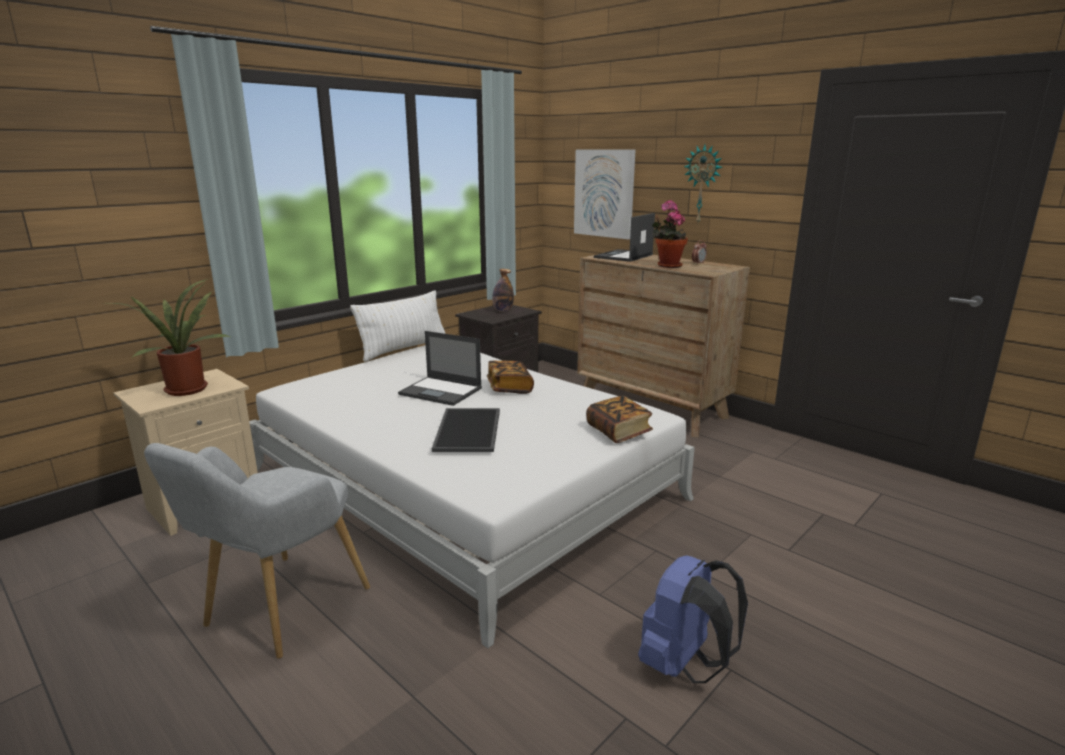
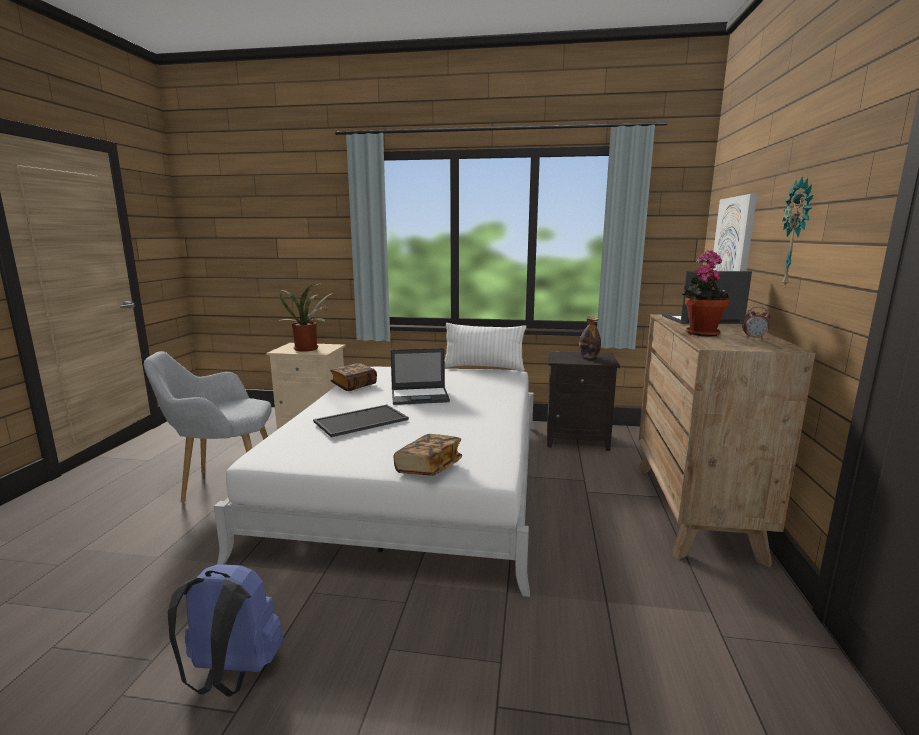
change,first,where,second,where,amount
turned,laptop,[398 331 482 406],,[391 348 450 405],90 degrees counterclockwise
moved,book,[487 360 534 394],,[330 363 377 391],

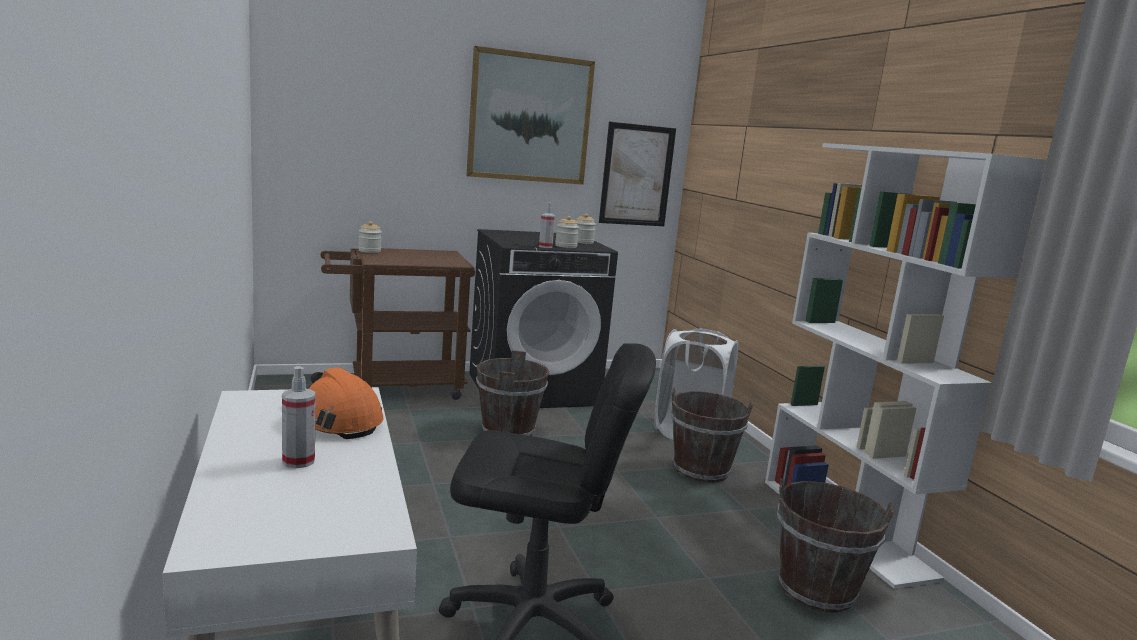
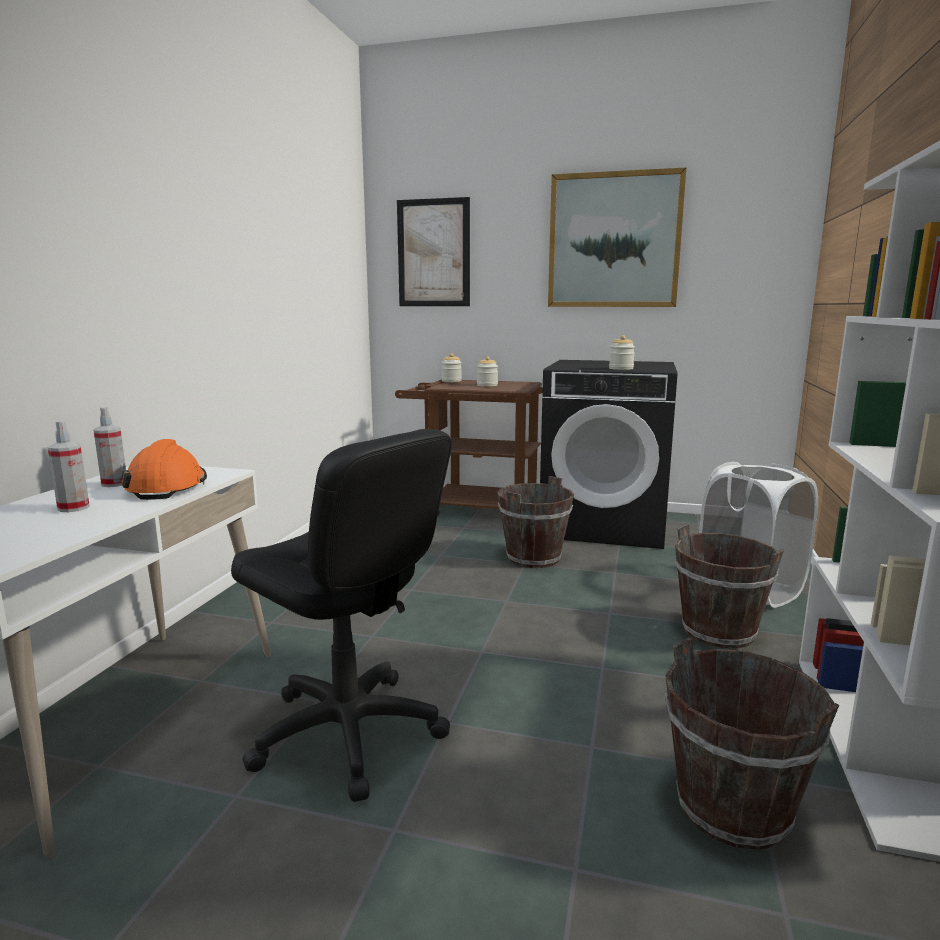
change,first,where,second,where,amount
moved,picture,[599 122 676 226],,[397 197 470 306],
moved,spray bottle,[539 202 555 248],,[93 407 126 487],
moved,jar,[576 213 596 244],,[477 356 498 387],

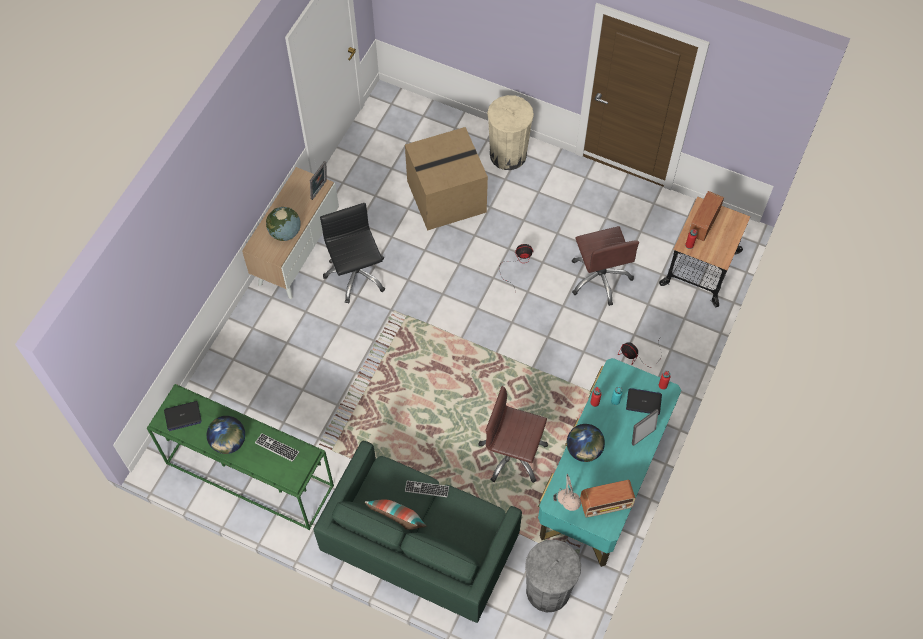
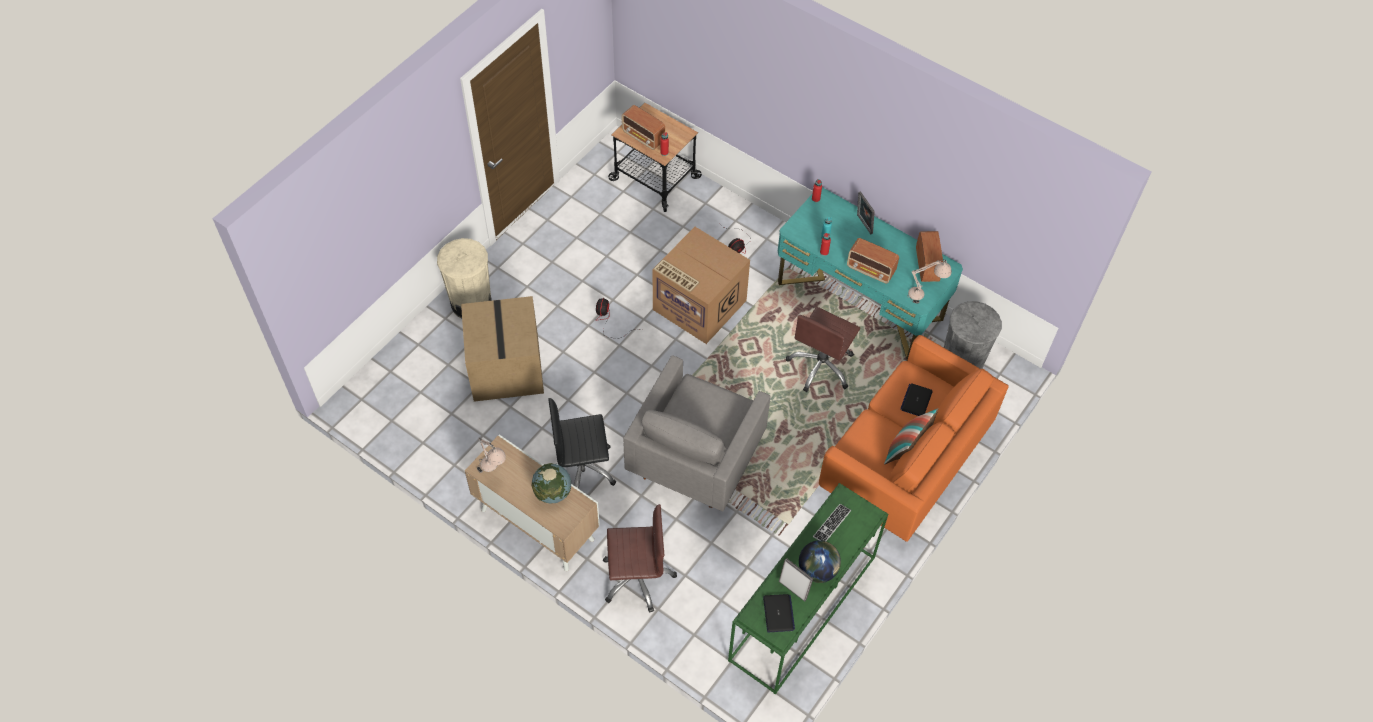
change,first,where,second,where,amount
moved,picture frame,[310 161 327 200],,[779 558 813 602],
moved,brown office chair,[572 226 639 306],,[603 504 677 613],
moved,laptop,[626 388 662 415],,[900 383 933 416],
replaced,globe,[567 424 605 462],radio,[847 238 899 283],
recoloured,green sofa,[313 440 522 623],orange sofa,[819 335 1009 542],
removed,keyboard,[405 481 449 497],,,
added,,,cardboard box,[652 227 750 344],
added,,,grey armchair,[623 355 771 511],
added,,,beige table lamp,[477 437 506 473],

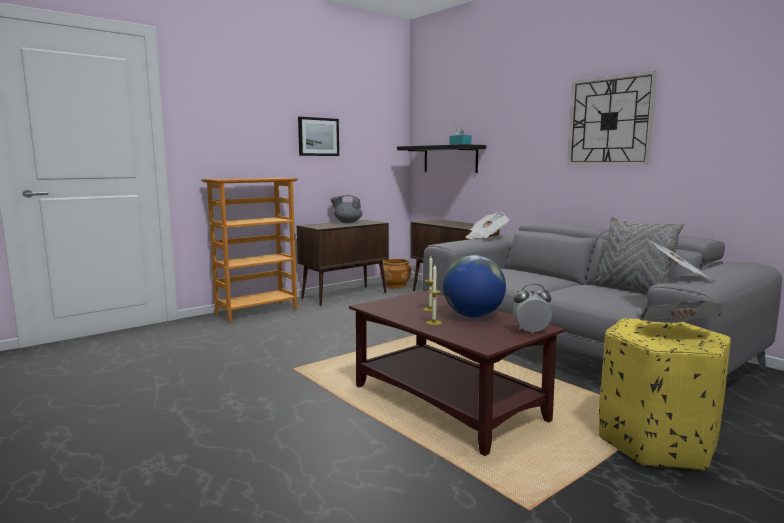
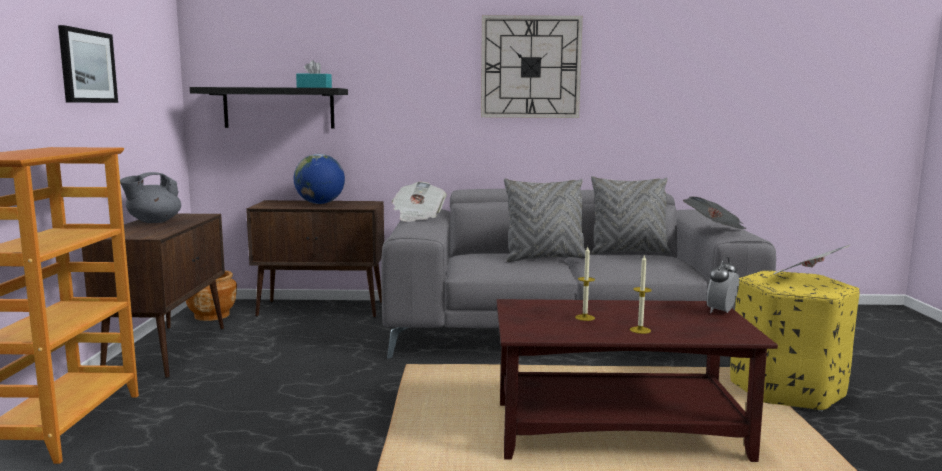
change,first,where,second,where,amount
moved,globe,[443 255 506 317],,[294 154 345 204],
added,,,grey pillow,[504 178 585 262],

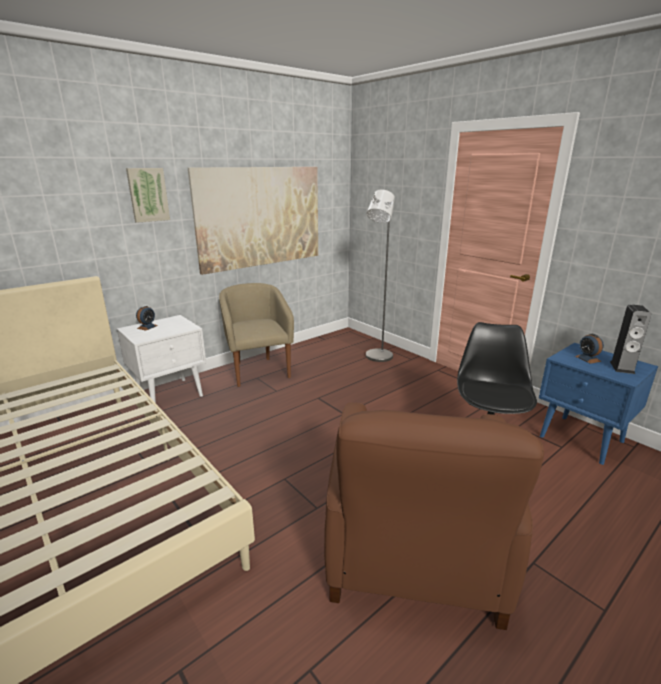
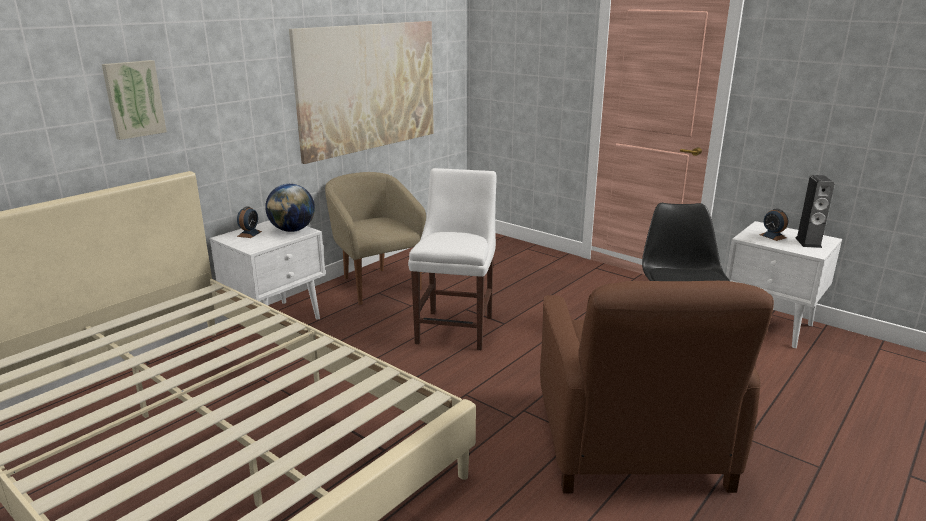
change,first,where,second,where,amount
moved,picture,[126 168 170 223],,[102 60 167 140],
removed,grey floor lamp,[366 189 395 362],,,
recoloured,blue nightstand,[539 343 658 465],white nightstand,[726 221 842 348],
added,,,white chair,[408 168 497 350],
added,,,globe,[265 184 315 232],

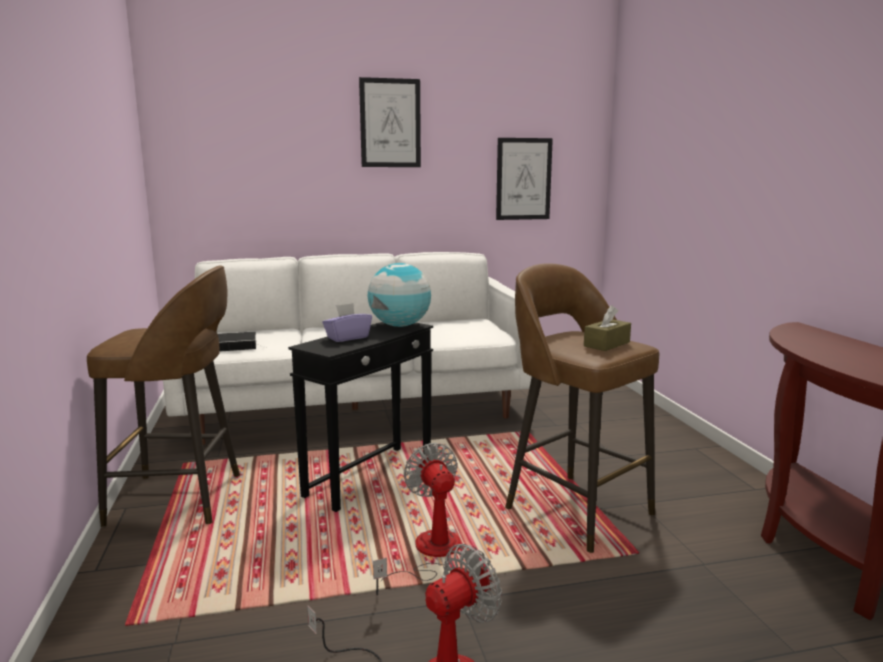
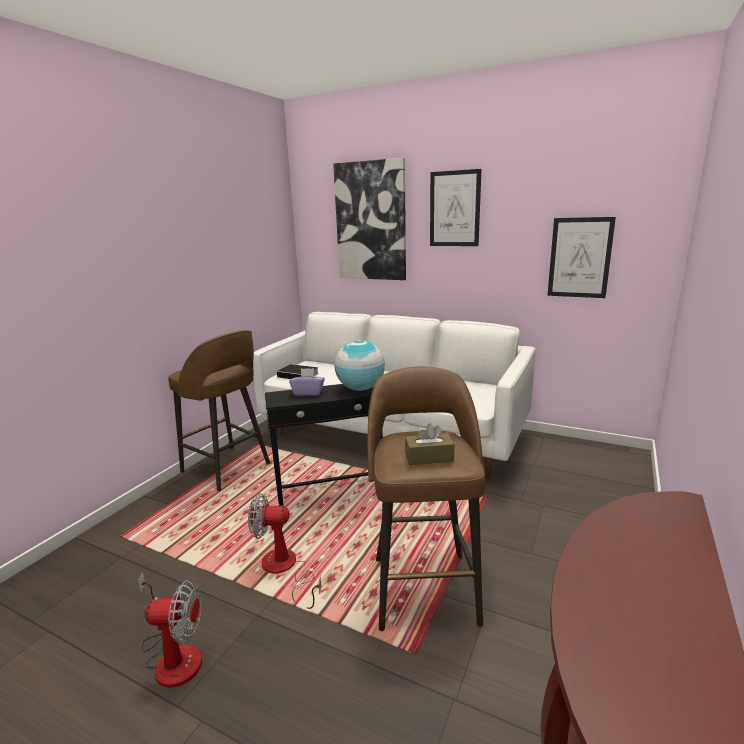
change,first,where,second,where,amount
turned,fan,[373 443 461 595],,[248 493 321 609],105 degrees counterclockwise
added,,,picture,[333 158 406 280],

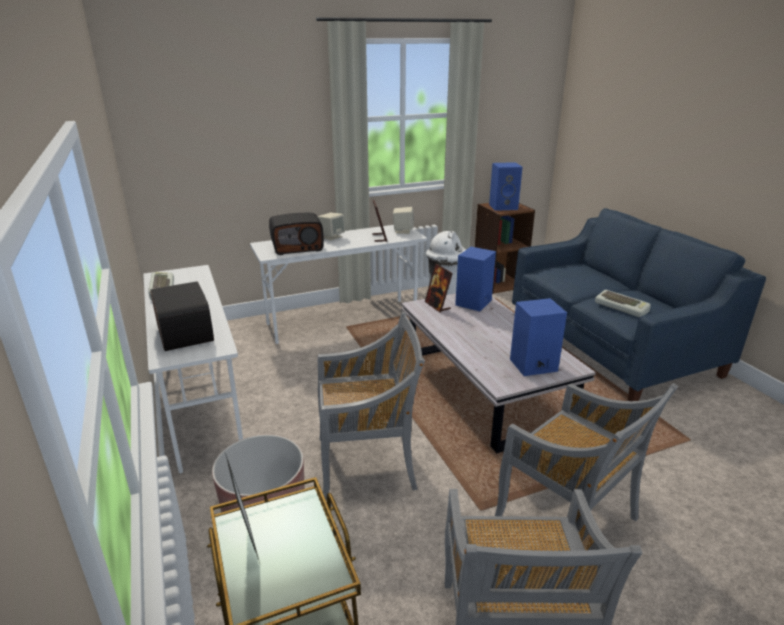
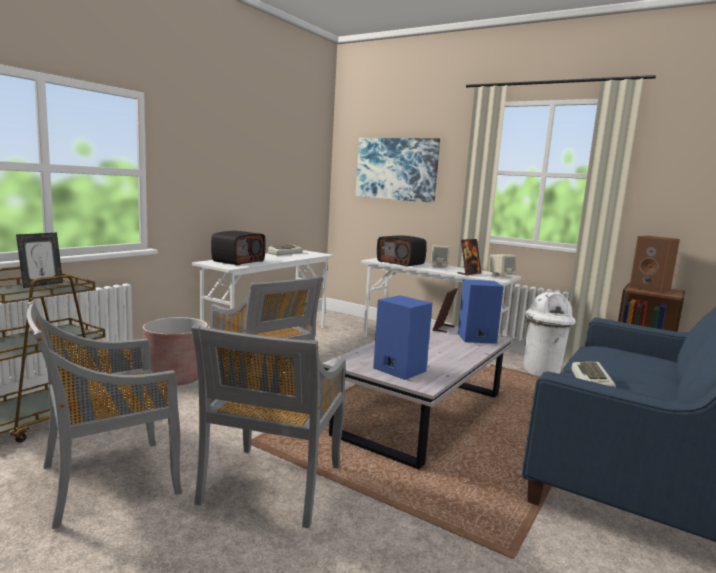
change,first,where,second,where,amount
recoloured,blue speaker,[489 162 523 211],brown speaker,[629 236 680 293],
added,,,picture,[356 138 440 203],

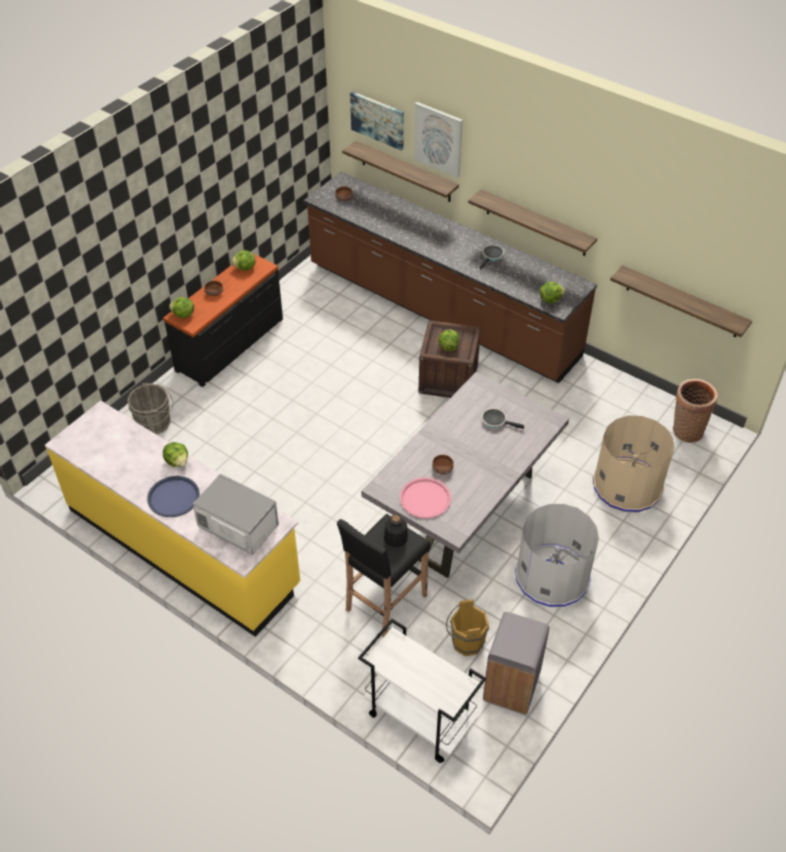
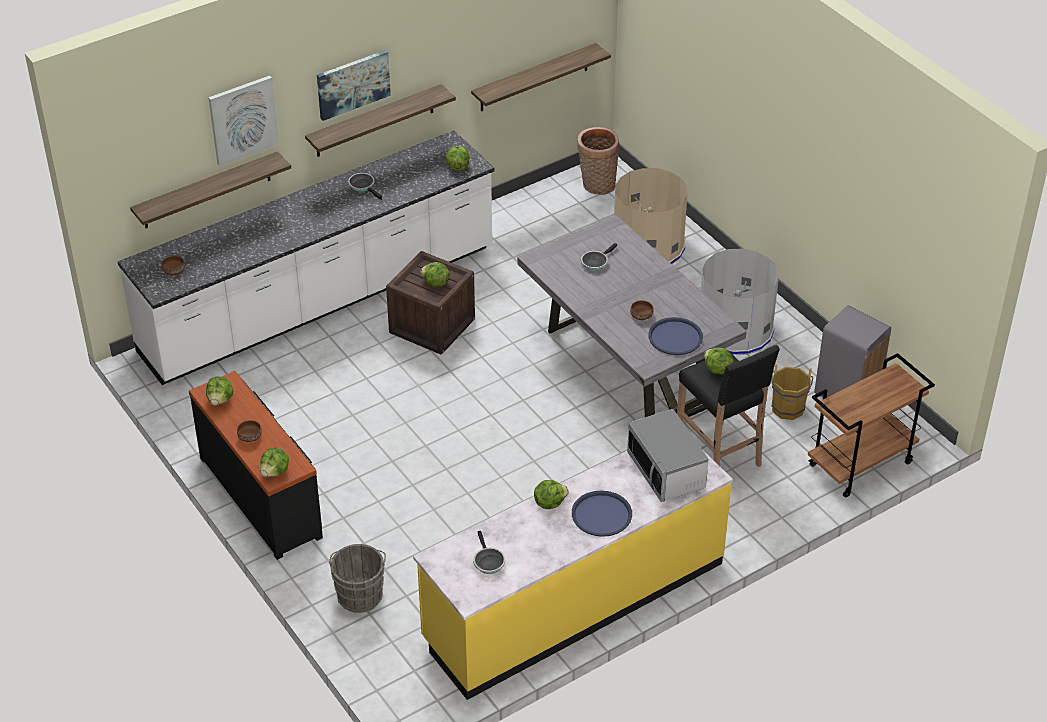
change,first,where,second,where,amount
moved,picture,[350 91 404 150],,[317 50 391 121],
recoloured,brown counter,[304 172 597 383],white counter,[118 130 495 385],
turned,microwave,[193 474 279 555],,[627 409 709 502],75 degrees counterclockwise
recoloured,pink tray,[400 477 451 518],blue tray,[648 317 703 355],
replaced,bottle,[384 514 408 548],lettuce,[704 347 734 374],
recoloured,white cart,[358 618 486 763],brown cart,[808 353 935 498],
added,,,frying pan,[473 531 505 574],

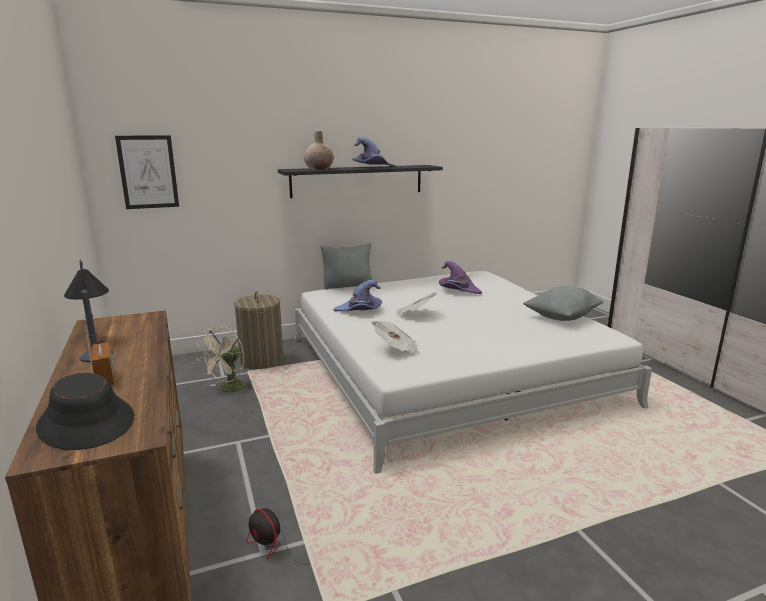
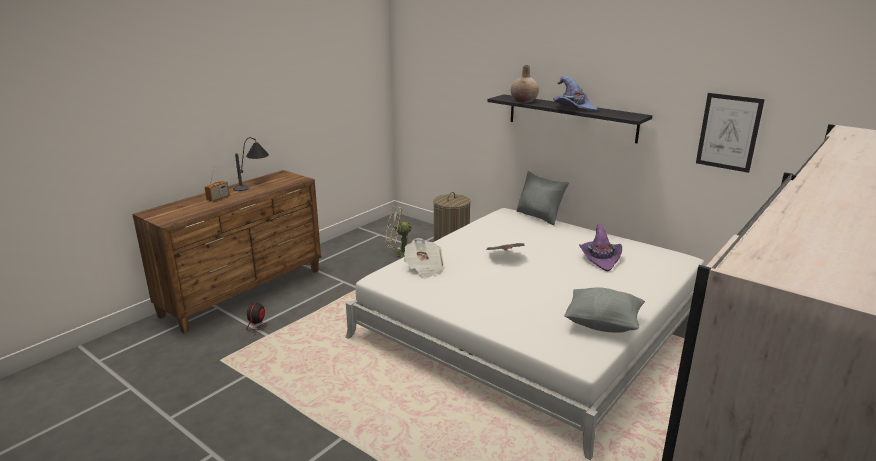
change,first,where,second,where,amount
moved,picture,[115 135 179 209],,[696 93 765 173],
removed,purple hat,[333 280 382 311],,,
removed,black hat,[36 373 134 450],,,

